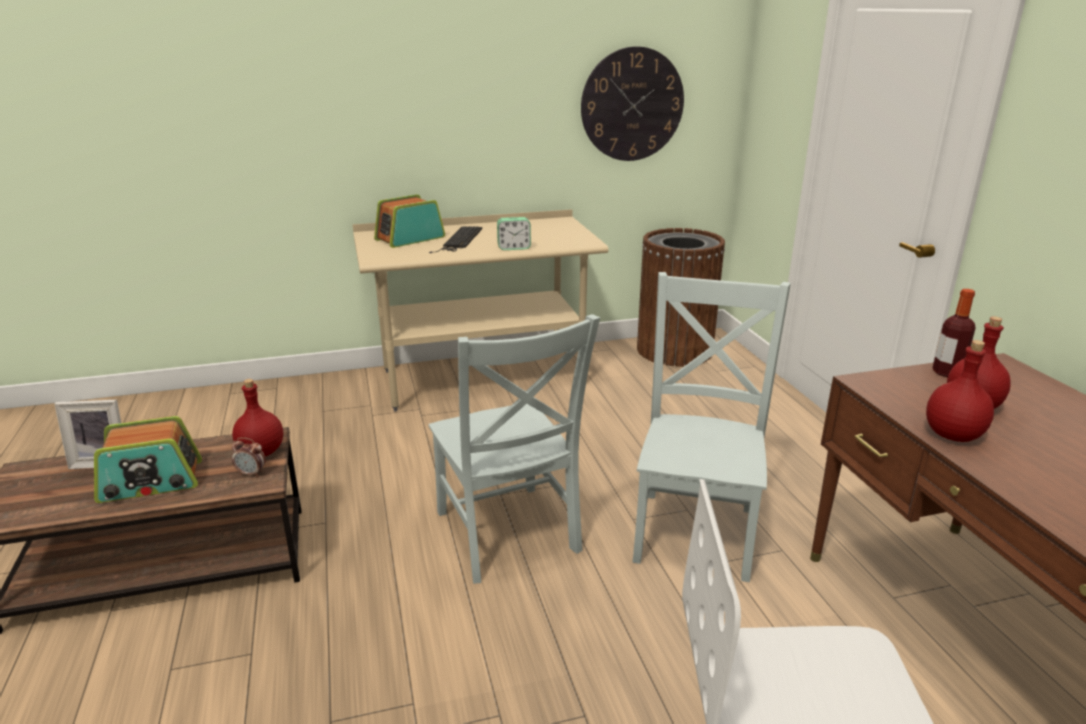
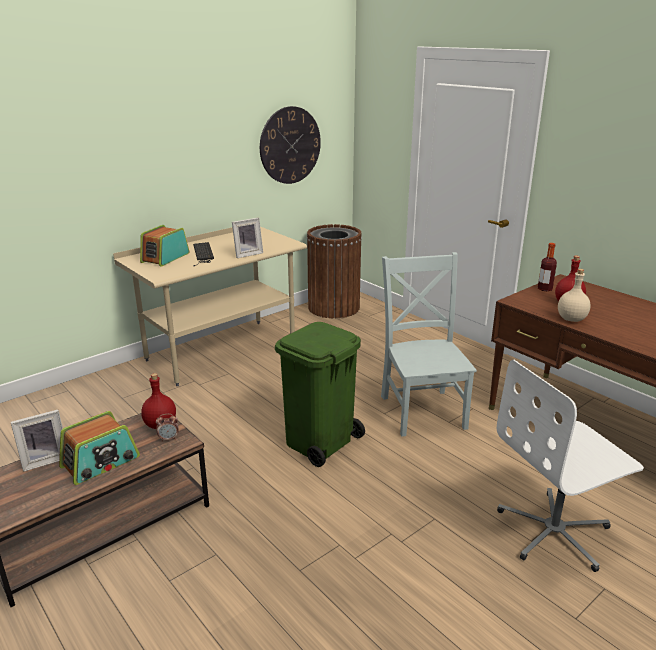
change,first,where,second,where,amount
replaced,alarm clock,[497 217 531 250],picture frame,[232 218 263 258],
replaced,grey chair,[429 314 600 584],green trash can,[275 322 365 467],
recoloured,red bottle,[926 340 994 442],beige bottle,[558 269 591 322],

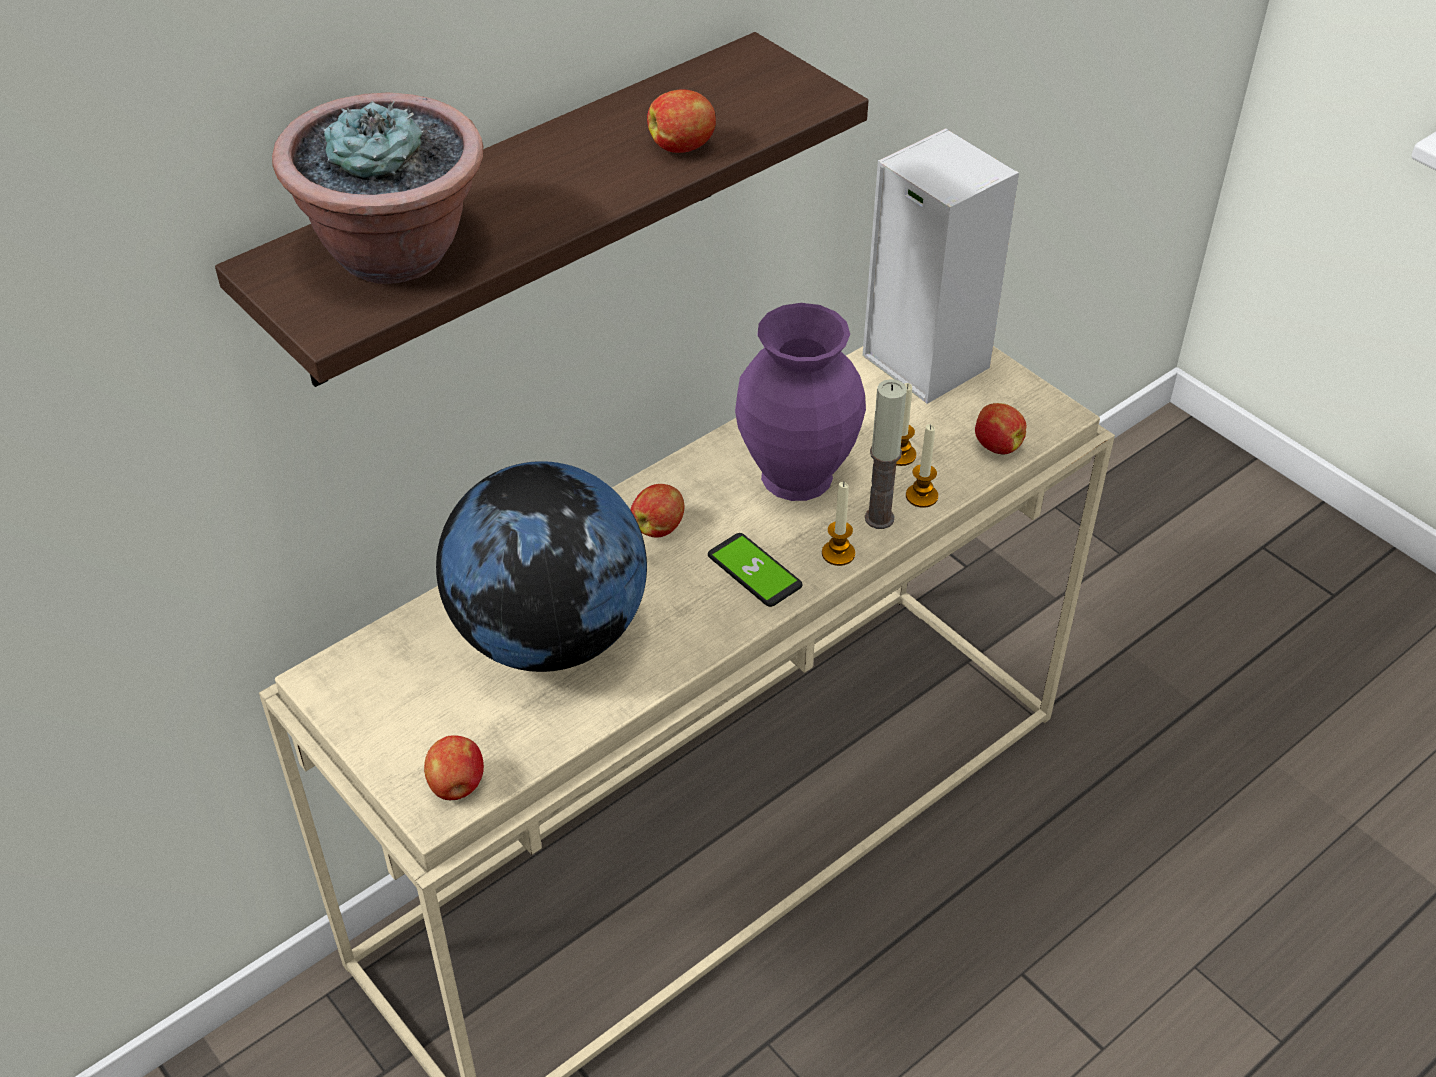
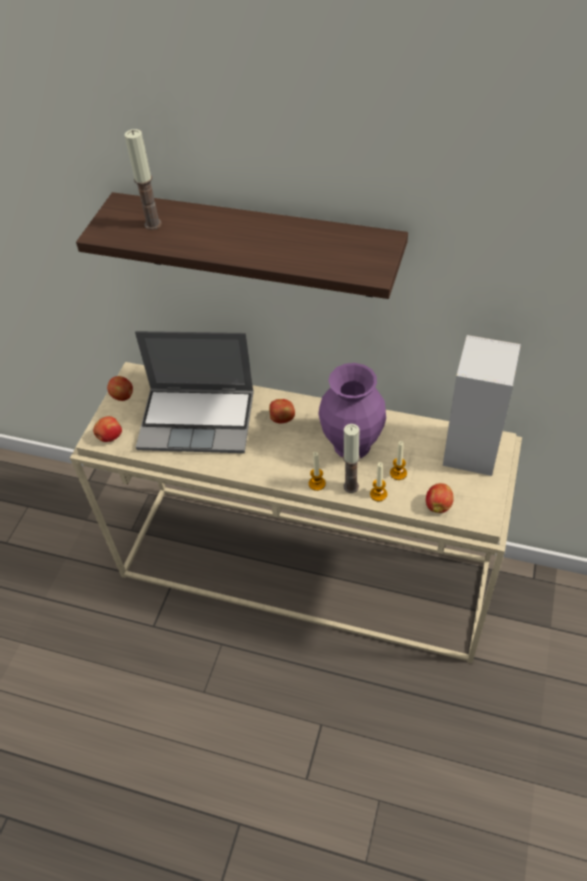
change,first,where,second,where,amount
moved,apple,[647 89 716 153],,[107 376 133 401],
replaced,potted plant,[272 92 483 284],candle,[124 129 162 230],
replaced,globe,[436 461 647 672],laptop,[135 331 254 453],
removed,phone,[708 533 803 607],,,

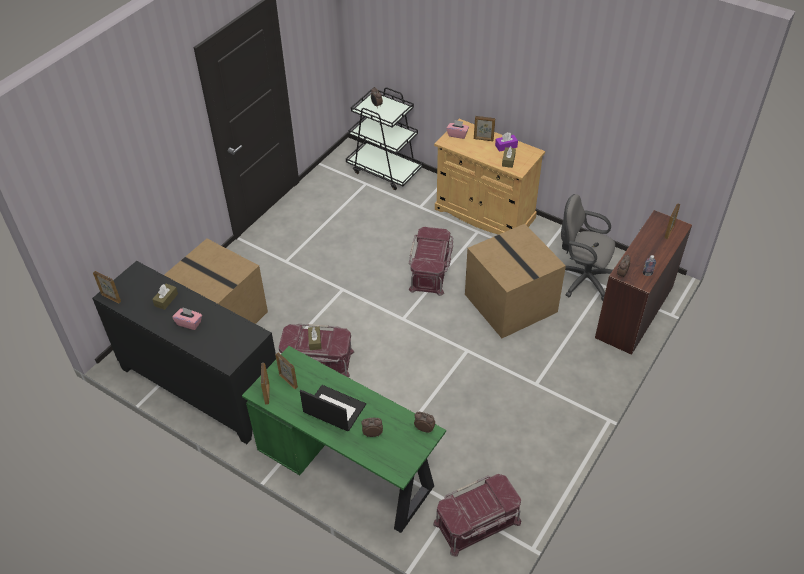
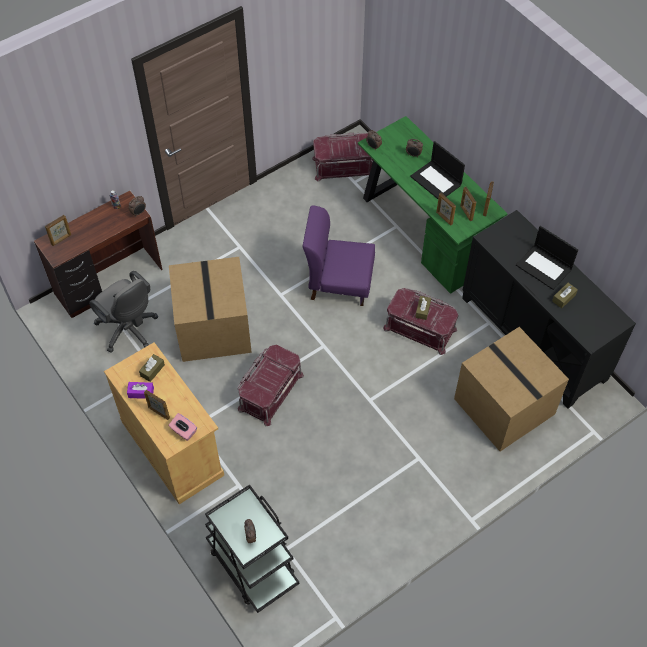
change,first,where,second,where,amount
moved,picture frame,[93 271 121 303],,[436 193 456 225],
replaced,pink tissue box,[172 307 202 330],laptop,[516 226 578 290],
added,,,purple chair,[303 205 375 306],

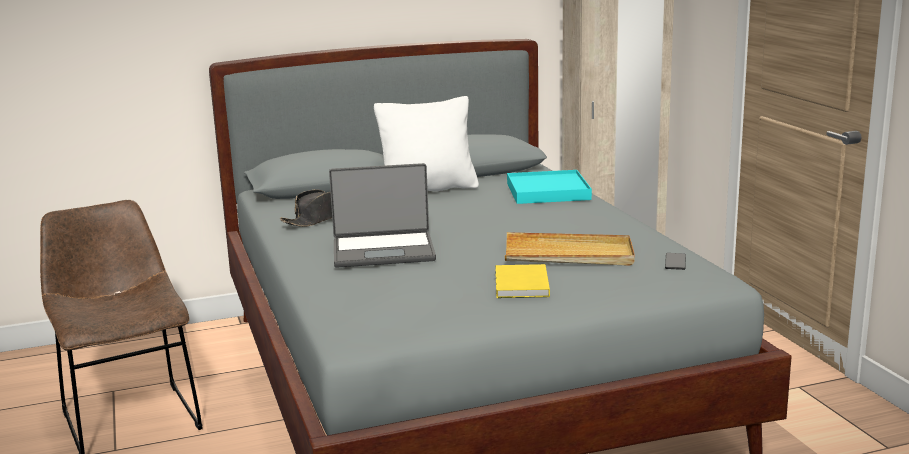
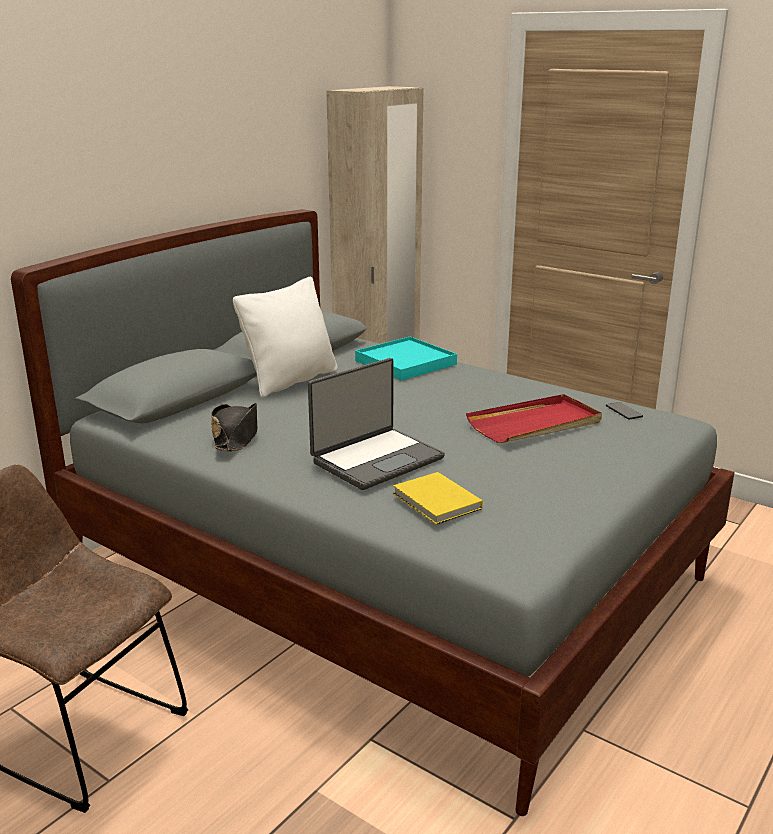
change,first,where,second,where,amount
recoloured,beige tray,[505 232 635 266],red tray,[466 394 602 443],
moved,yellow book,[495 264 550 298],,[393 472 483 525],

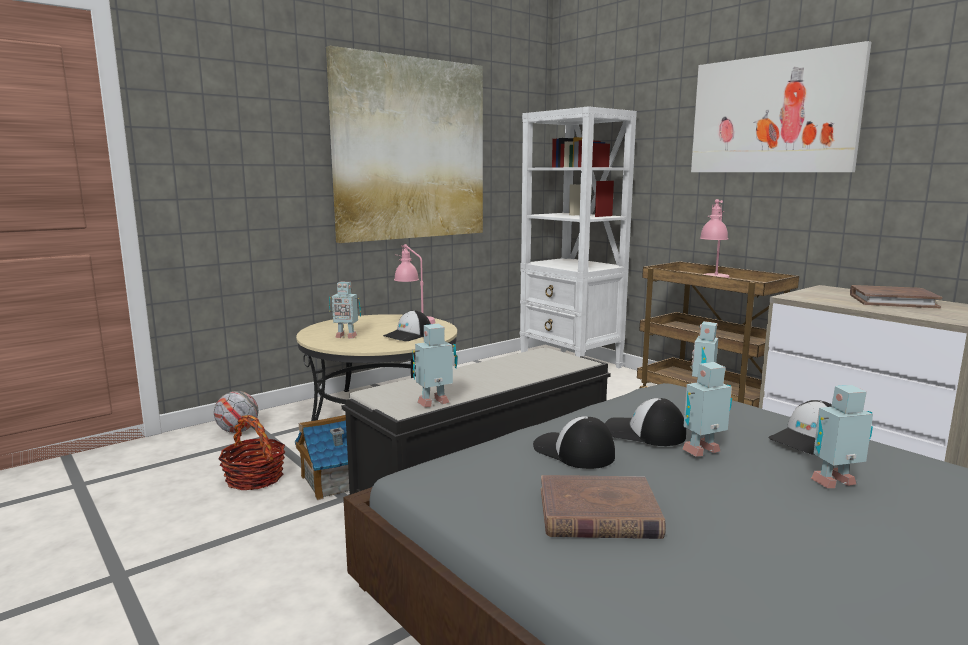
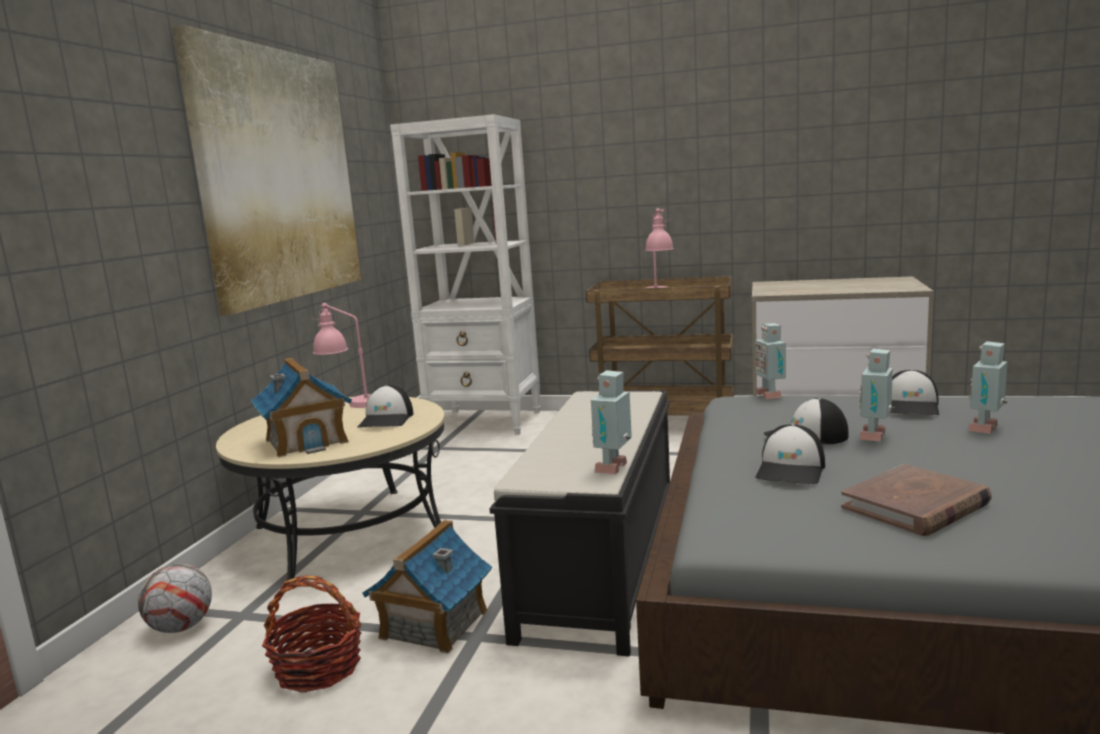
change,first,where,second,where,amount
removed,picture,[691 41 871 172],,,
replaced,toy robot,[329 282 361 339],toy house,[251 358 352 457],
removed,brown book,[850 285 942 308],,,
turned,cap,[533 416 615 469],,[755 424 825 484],75 degrees counterclockwise

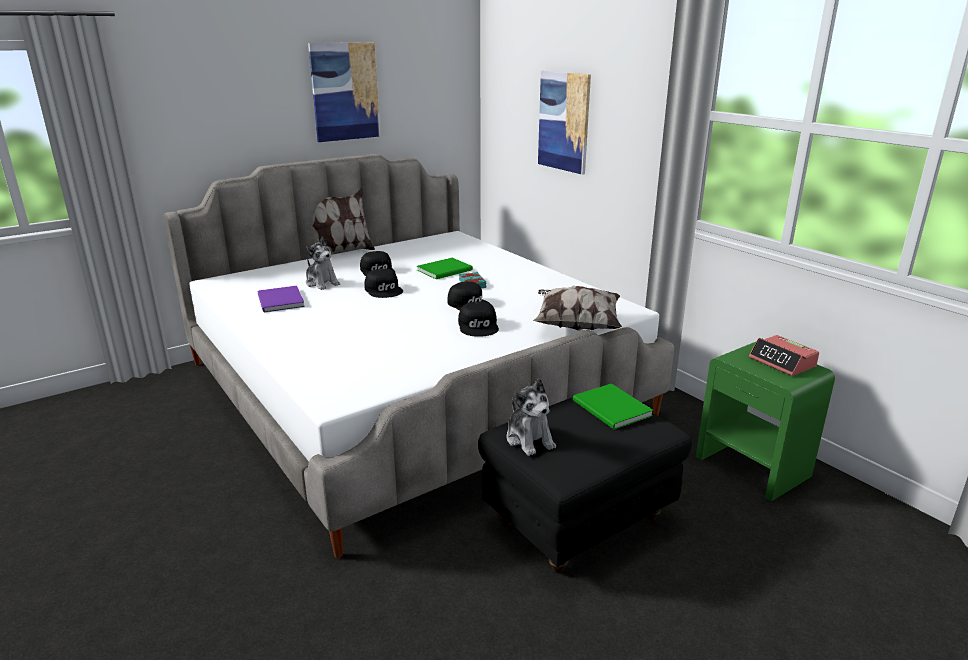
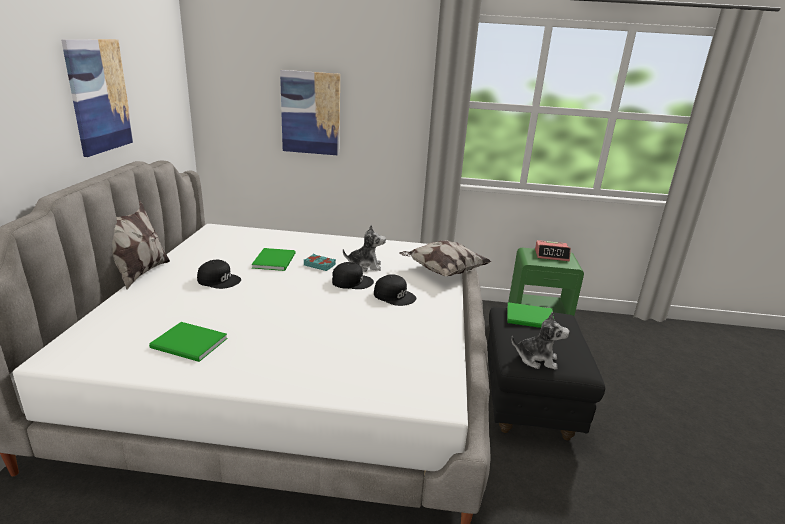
change,first,where,second,where,amount
moved,plush toy,[306 236 340 290],,[343 224 386 272],
removed,black cap,[364 268 403 298],,,
recoloured,purple book,[258 286 305 312],green book,[149 322 228 362],

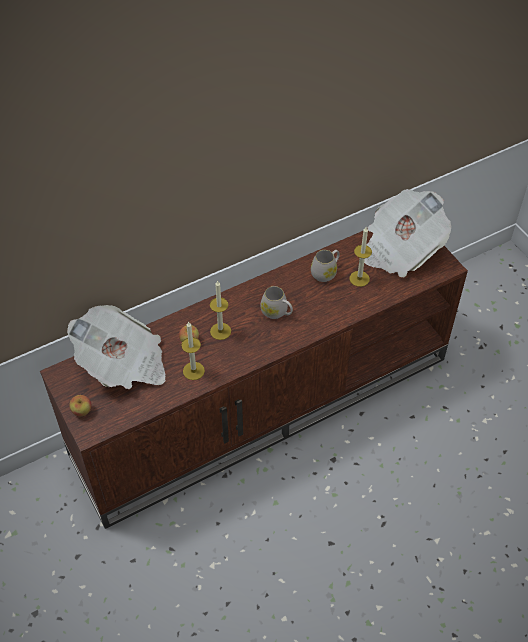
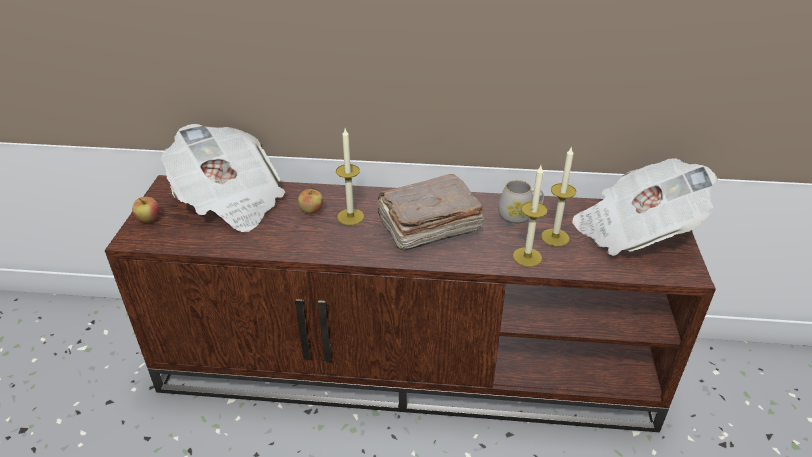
change,first,where,second,where,amount
replaced,white mug,[260 286 293 319],brown book,[376 174 484 252],
moved,candle,[181 321 205 380],,[513 165 548 267],

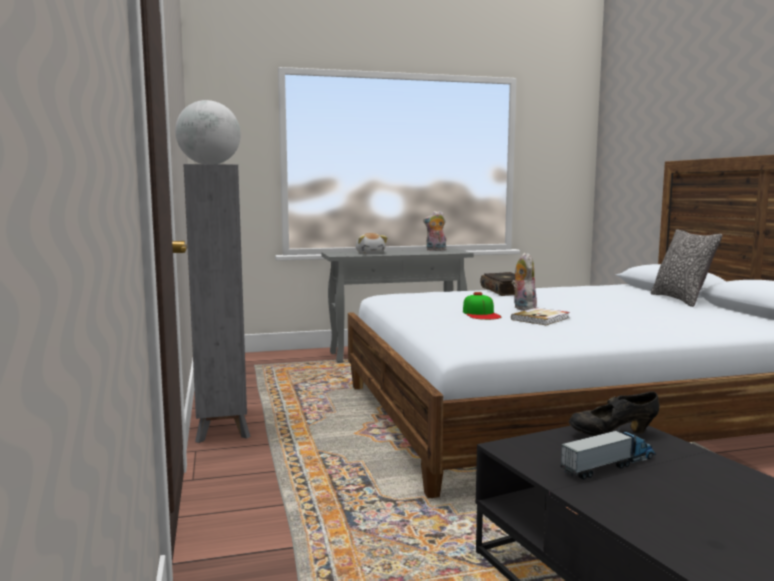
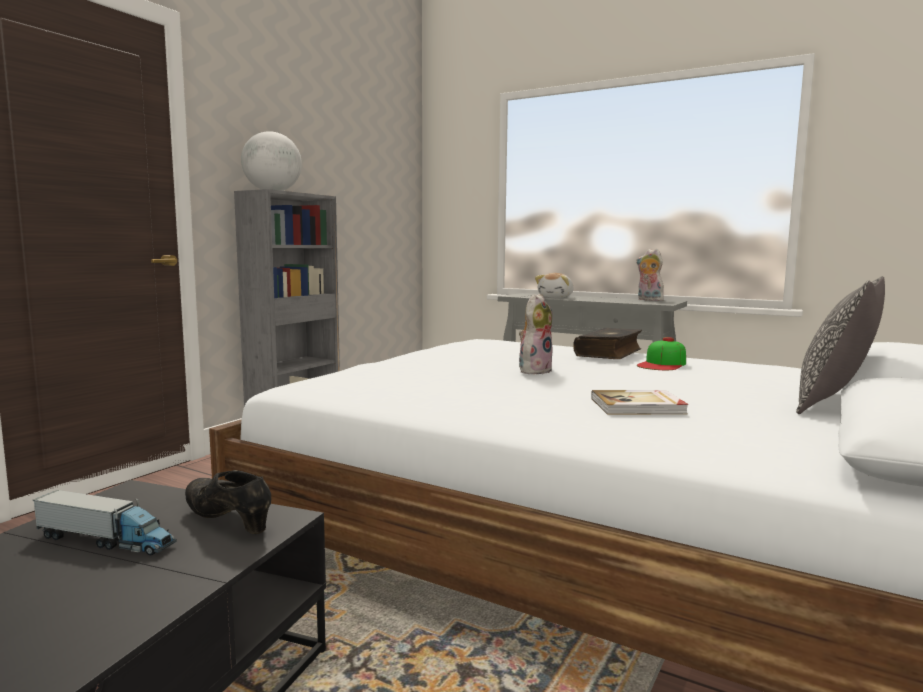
change,first,where,second,where,amount
moved,cap,[463 292 501 320],,[637 337 686 370],
moved,book,[511 308 570 325],,[591 390 689 415],

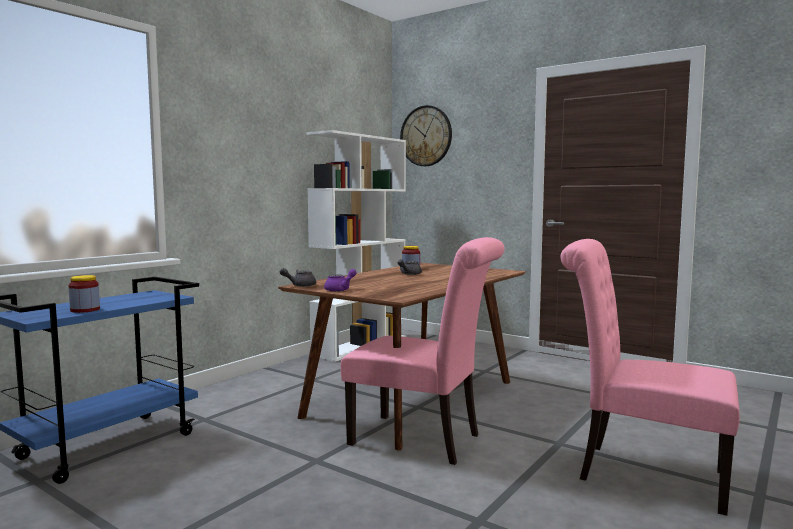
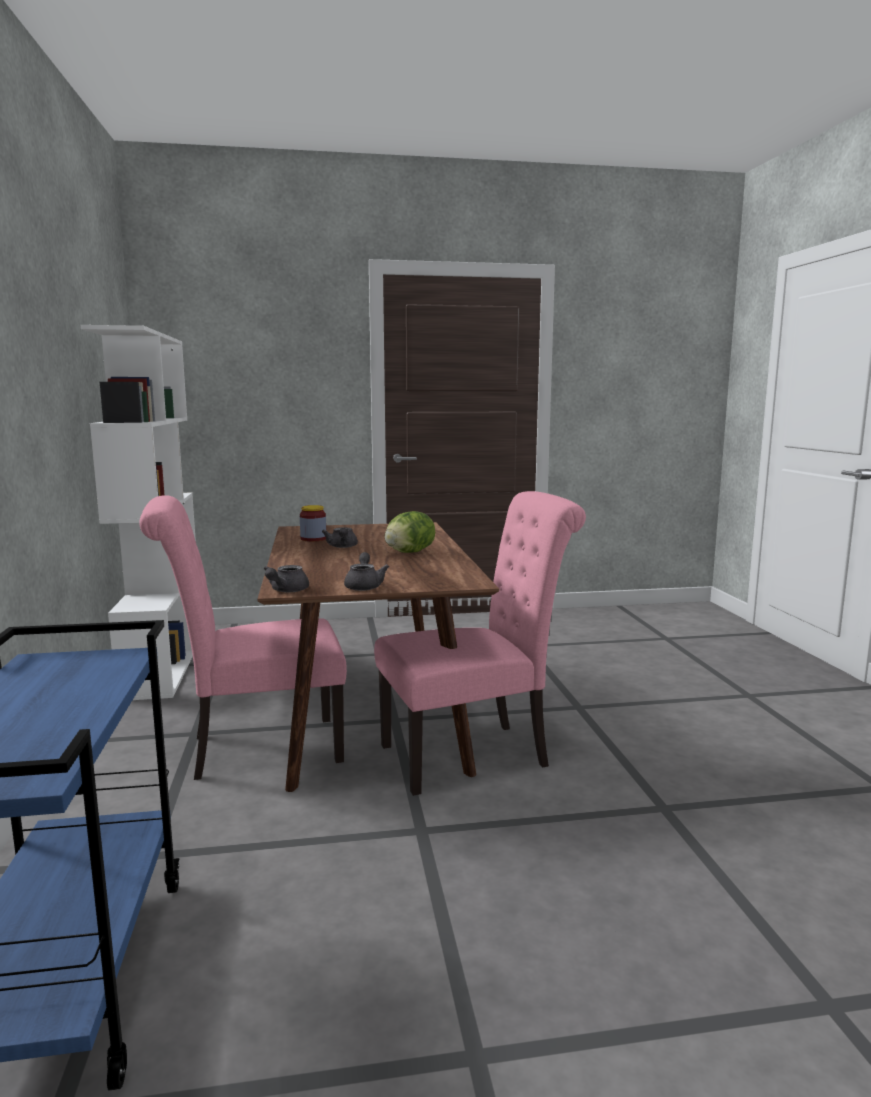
change,first,where,second,where,amount
removed,wall clock,[400 105 452 166],,,
moved,pink chair,[561 239 740 516],,[139 495 347 780],
recoloured,purple teapot,[324 269 357 292],grey teapot,[344 552 389 591],
removed,jar,[68 275 100 313],,,
added,,,lettuce,[384 511 435 553],

